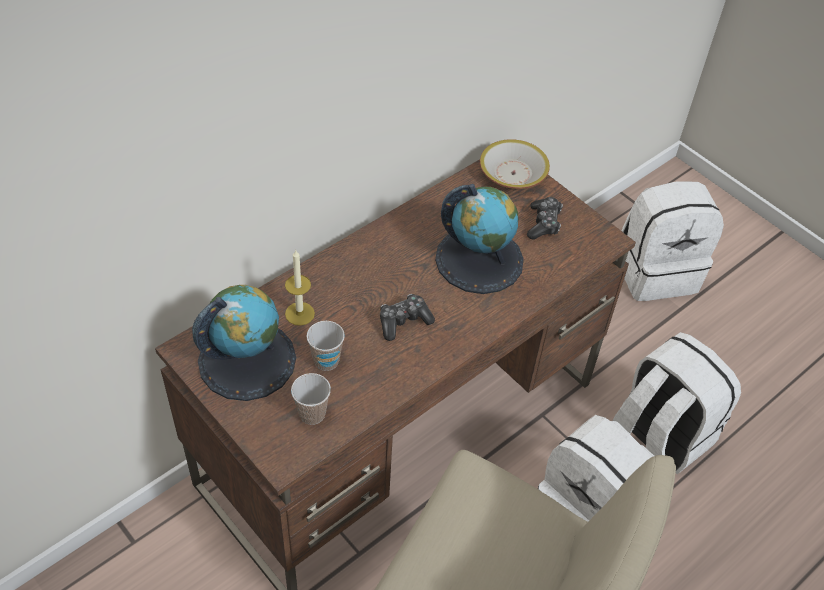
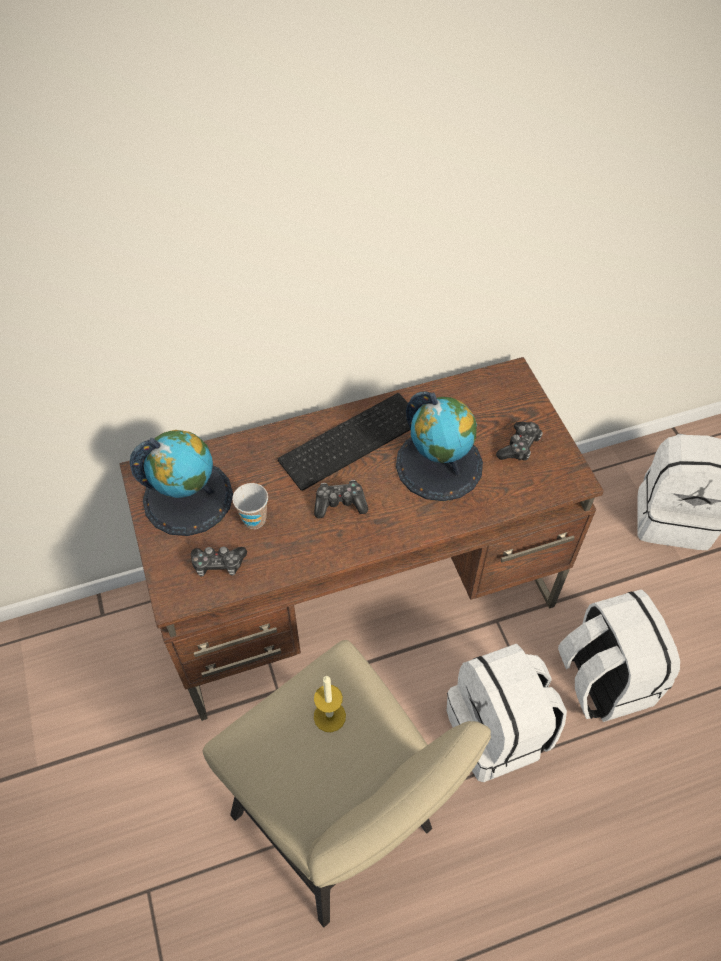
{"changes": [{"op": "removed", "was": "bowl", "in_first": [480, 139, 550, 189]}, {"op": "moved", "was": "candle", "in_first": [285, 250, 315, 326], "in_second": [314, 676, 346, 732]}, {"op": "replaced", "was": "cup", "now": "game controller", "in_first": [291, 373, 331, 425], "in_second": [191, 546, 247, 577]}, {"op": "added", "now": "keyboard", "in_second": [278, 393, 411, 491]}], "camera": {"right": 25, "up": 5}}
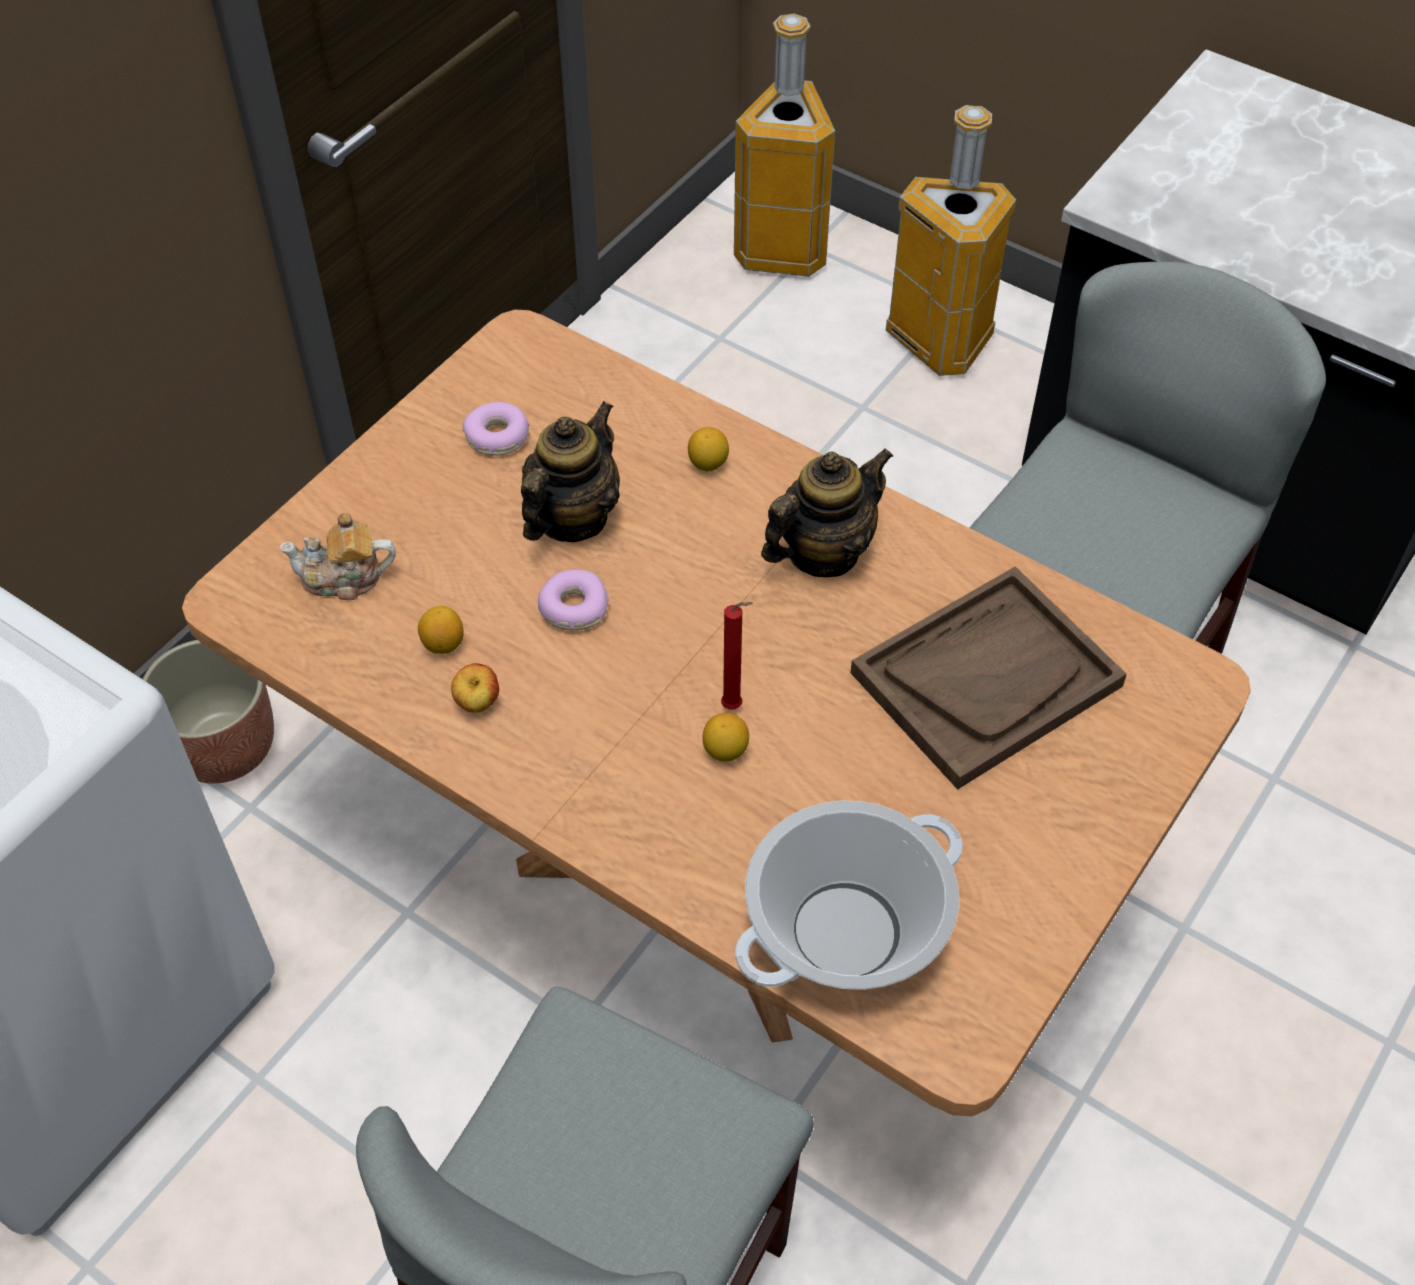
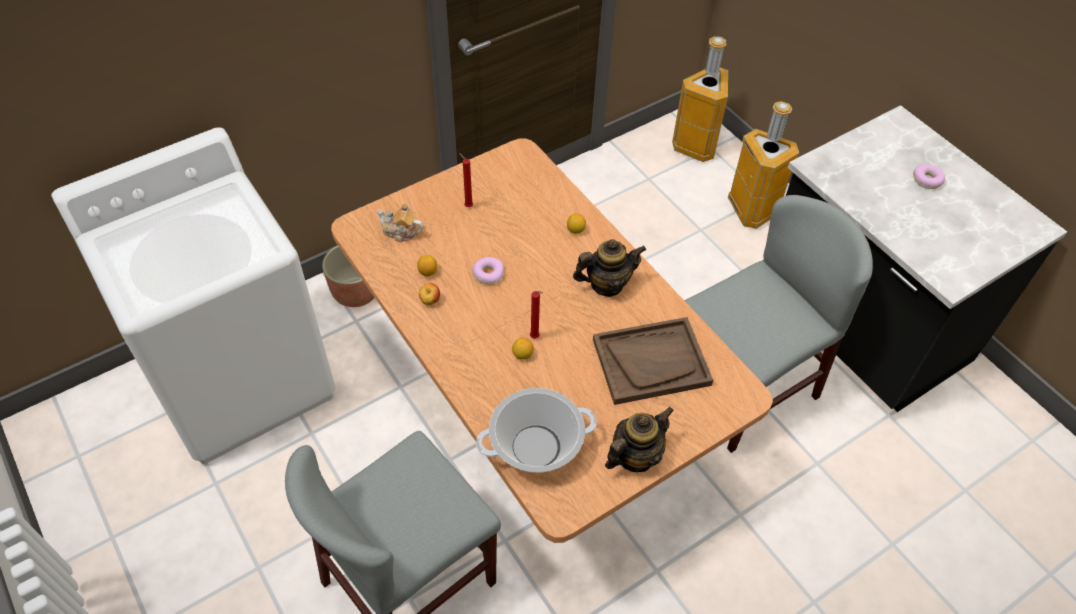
{"changes": [{"op": "moved", "was": "teapot", "in_first": [521, 401, 620, 542], "in_second": [605, 407, 674, 472]}, {"op": "moved", "was": "donut", "in_first": [463, 402, 529, 456], "in_second": [913, 164, 945, 189]}, {"op": "added", "now": "red candle", "in_second": [459, 153, 473, 207]}], "camera": {"right": 20, "up": 0}}
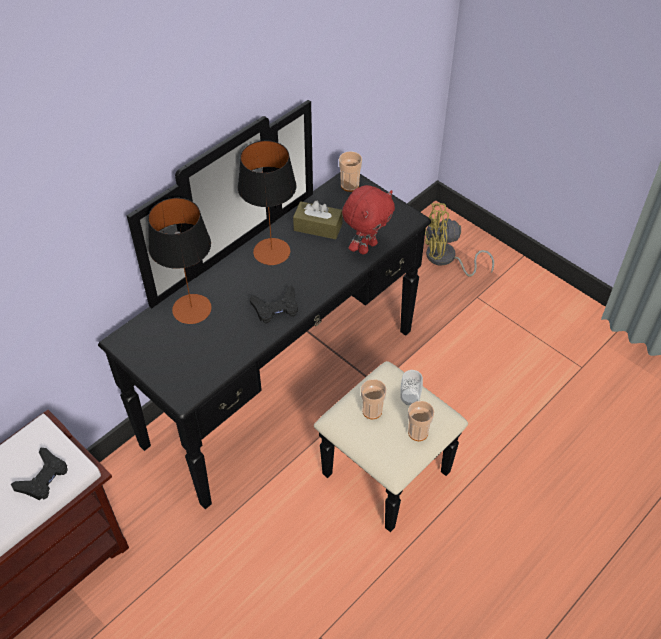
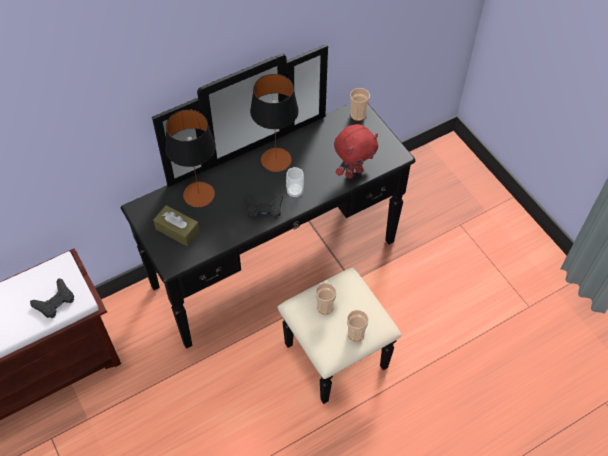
{"changes": [{"op": "moved", "was": "brown tissue box", "in_first": [293, 201, 343, 239], "in_second": [153, 205, 200, 247]}, {"op": "removed", "was": "yellow fan", "in_first": [425, 203, 494, 277]}, {"op": "moved", "was": "cup", "in_first": [400, 370, 423, 405], "in_second": [286, 167, 304, 198]}], "camera": {"right": 15, "up": 5}}
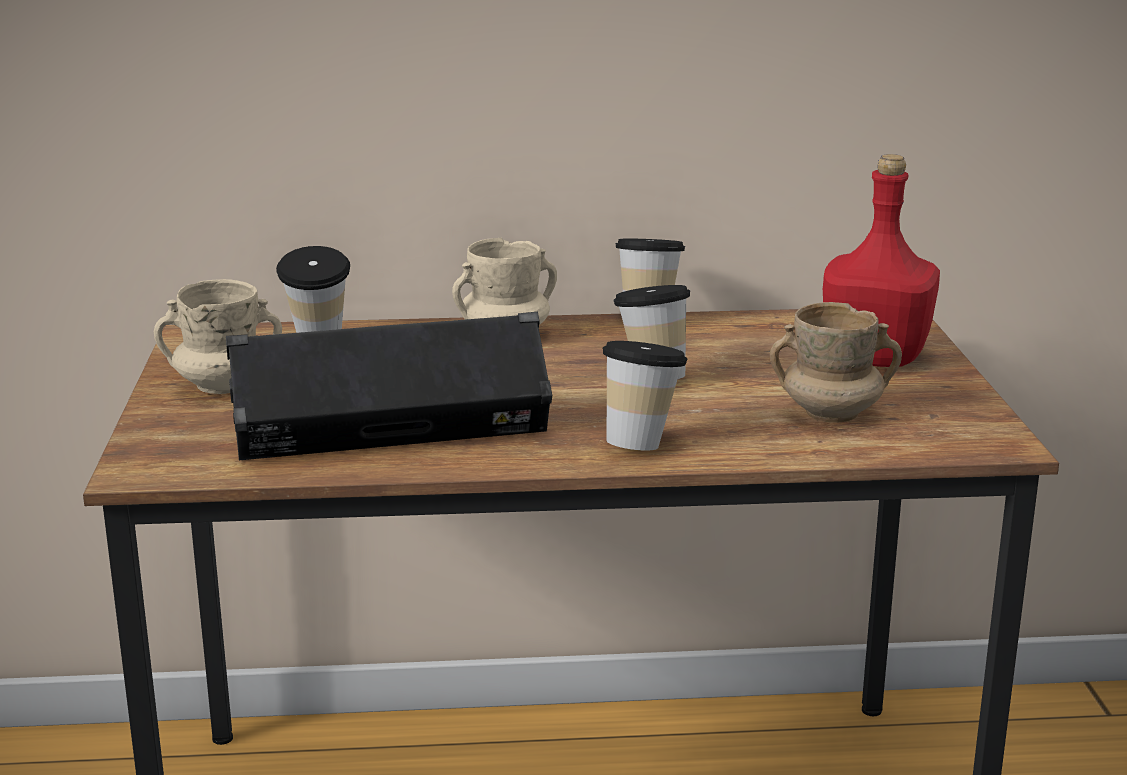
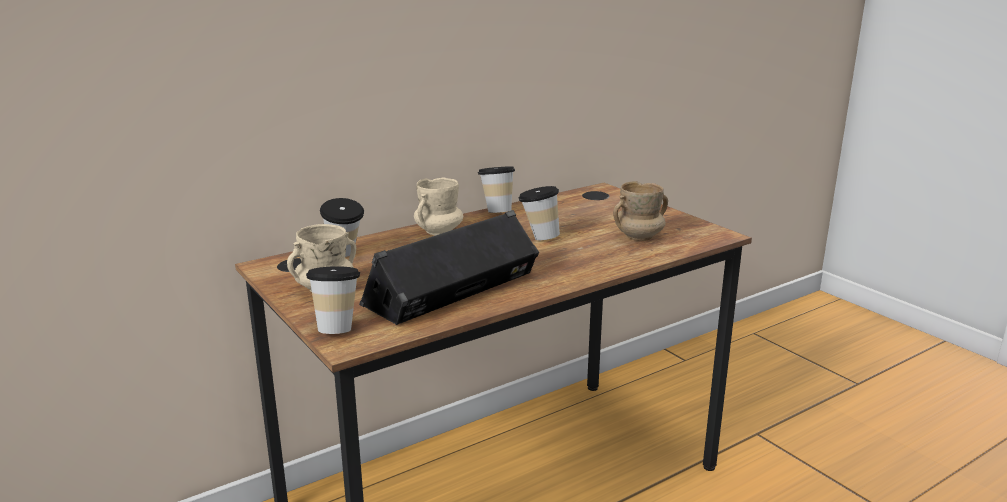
{"changes": [{"op": "removed", "was": "red bottle", "in_first": [823, 154, 940, 367]}, {"op": "moved", "was": "cup", "in_first": [603, 341, 687, 451], "in_second": [306, 266, 360, 334]}], "camera": {"right": -30, "up": 0}}
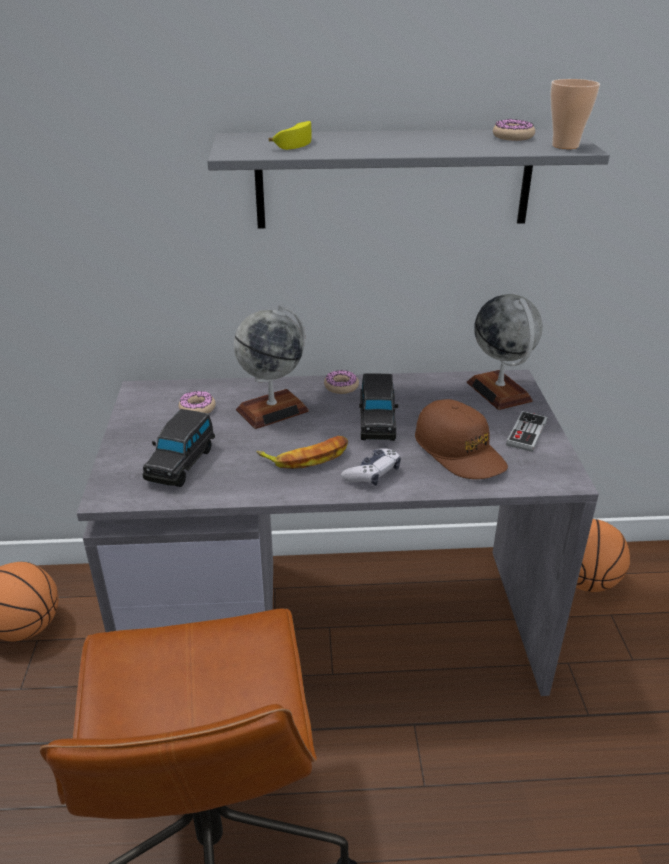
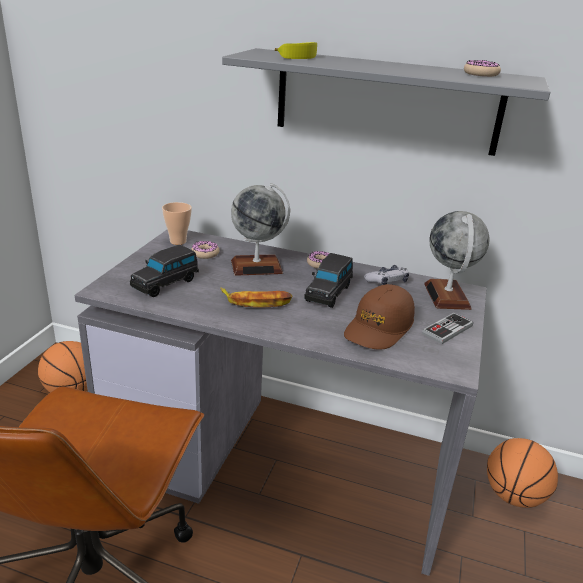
{"changes": [{"op": "moved", "was": "cup", "in_first": [550, 79, 600, 149], "in_second": [162, 202, 192, 245]}, {"op": "turned", "was": "brown cap", "in_first": [415, 399, 508, 479], "in_second": [344, 284, 415, 350], "clockwise": 45}, {"op": "moved", "was": "game controller", "in_first": [341, 448, 401, 486], "in_second": [364, 265, 409, 285]}], "camera": {"right": 20, "up": -5}}
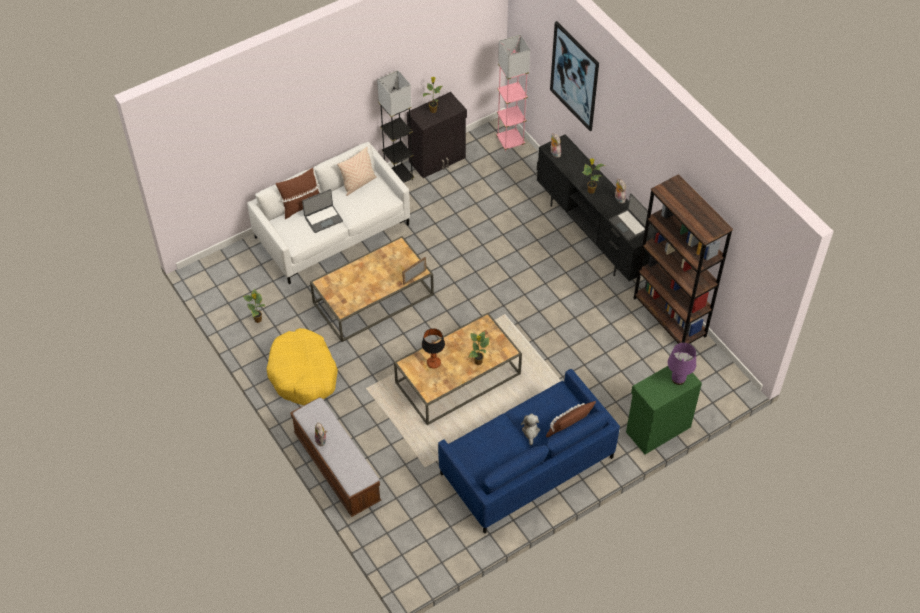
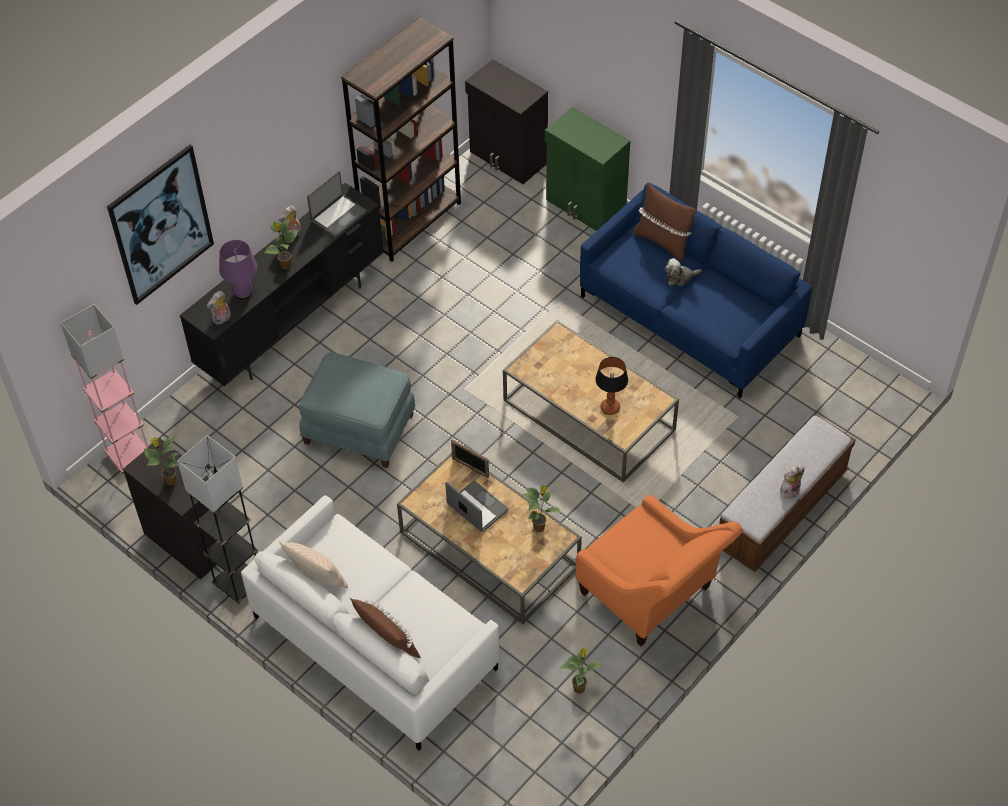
{"changes": [{"op": "moved", "was": "laptop", "in_first": [302, 189, 343, 233], "in_second": [445, 481, 508, 532]}, {"op": "replaced", "was": "yellow dog bed", "now": "orange armchair", "in_first": [267, 328, 338, 405], "in_second": [576, 495, 743, 646]}, {"op": "moved", "was": "potted plant", "in_first": [469, 331, 489, 365], "in_second": [522, 485, 562, 532]}, {"op": "moved", "was": "purple table lamp", "in_first": [668, 343, 696, 385], "in_second": [219, 240, 257, 300]}, {"op": "added", "now": "black cabinet", "in_second": [465, 59, 548, 184]}, {"op": "added", "now": "blue ottoman", "in_second": [299, 352, 416, 468]}], "camera": {"right": -105, "up": 0}}
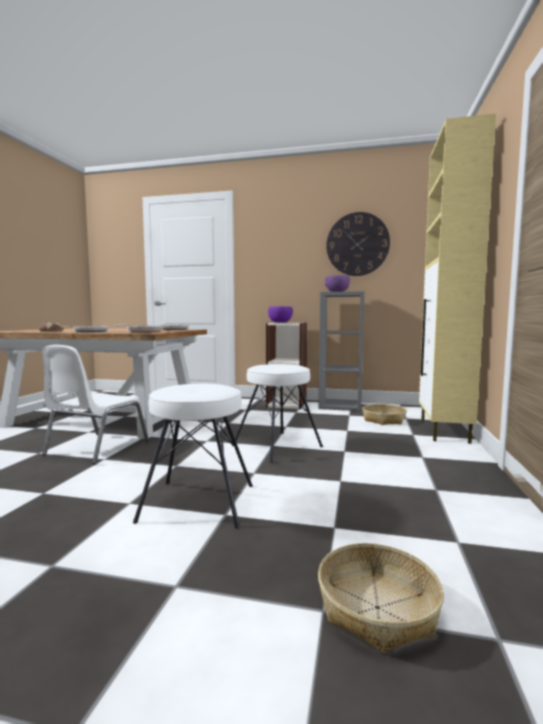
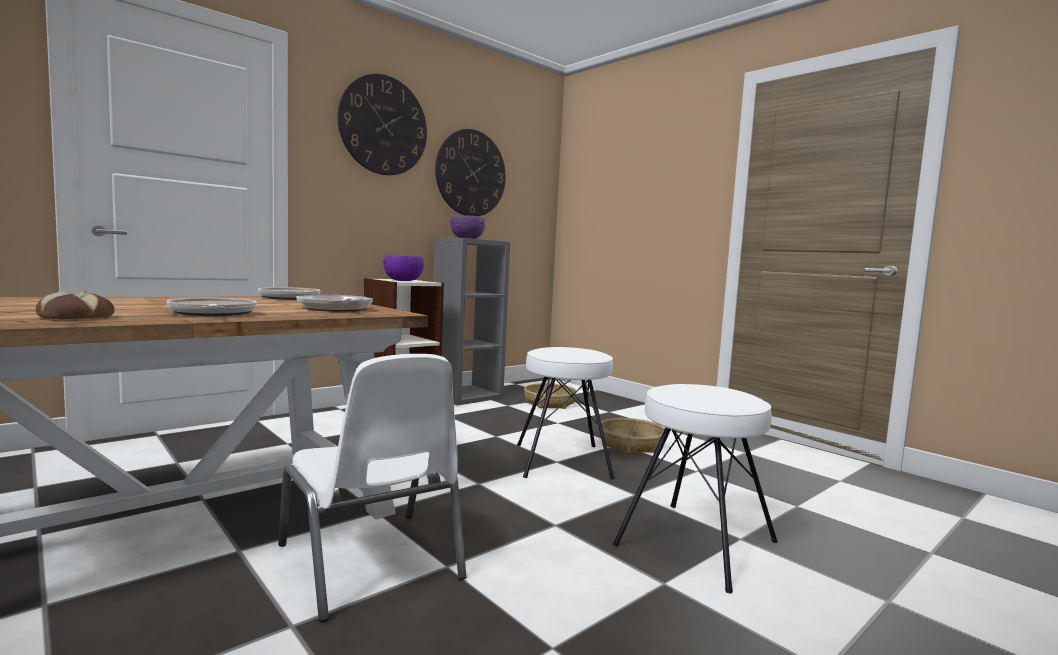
{"changes": [{"op": "removed", "was": "beige cabinet", "in_first": [419, 114, 496, 444]}, {"op": "moved", "was": "basket", "in_first": [318, 543, 444, 654], "in_second": [601, 418, 665, 454]}, {"op": "added", "now": "wall clock", "in_second": [337, 74, 427, 175]}], "camera": {"right": -55, "up": 0}}
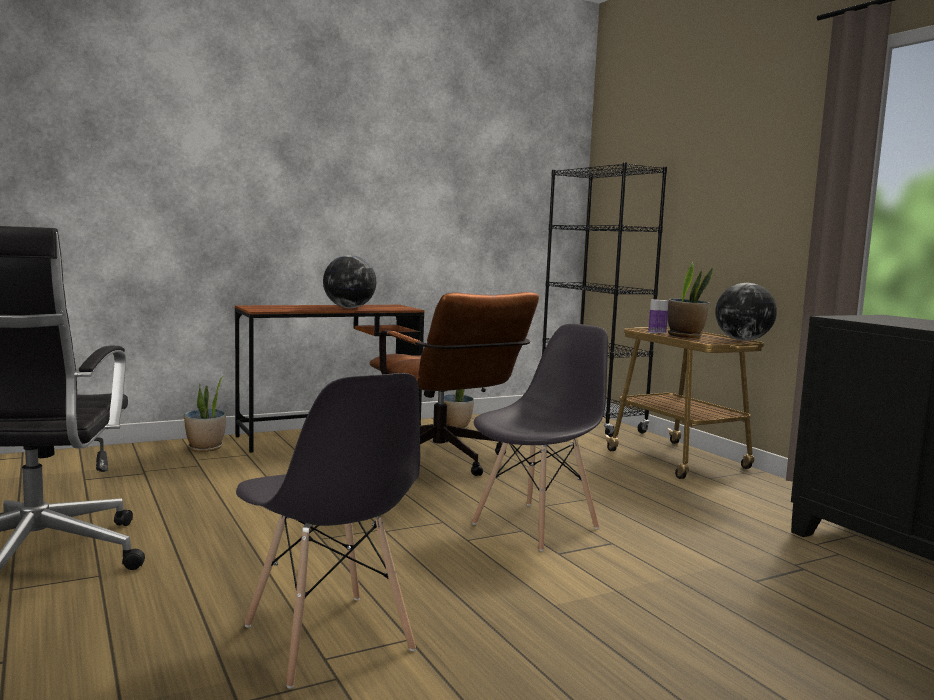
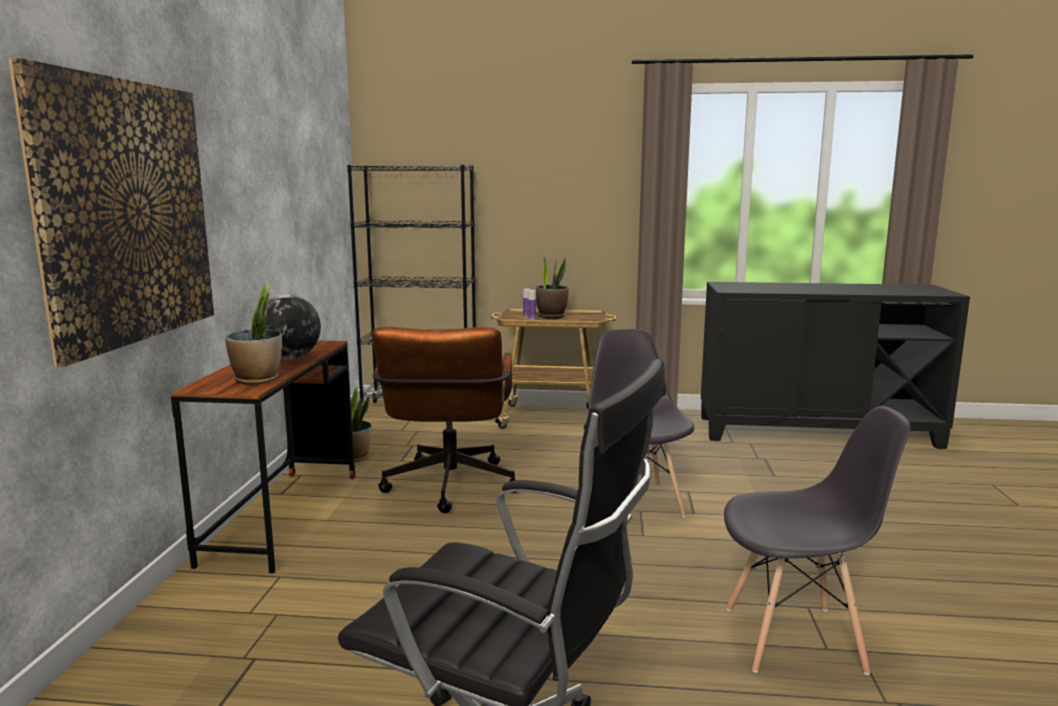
{"changes": [{"op": "removed", "was": "globe", "in_first": [715, 283, 777, 341]}, {"op": "turned", "was": "brown office chair", "in_first": [369, 292, 539, 476], "in_second": [372, 327, 517, 513], "clockwise": 90}, {"op": "moved", "was": "potted plant", "in_first": [184, 376, 226, 452], "in_second": [225, 281, 282, 385]}, {"op": "added", "now": "picture", "in_second": [8, 58, 214, 367]}], "camera": {"right": -55, "up": 5}}
